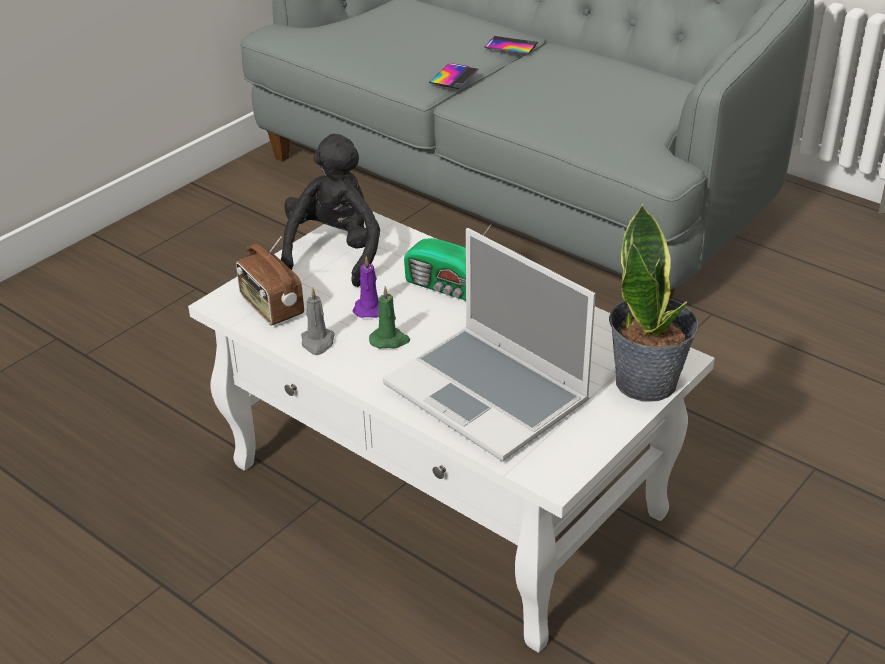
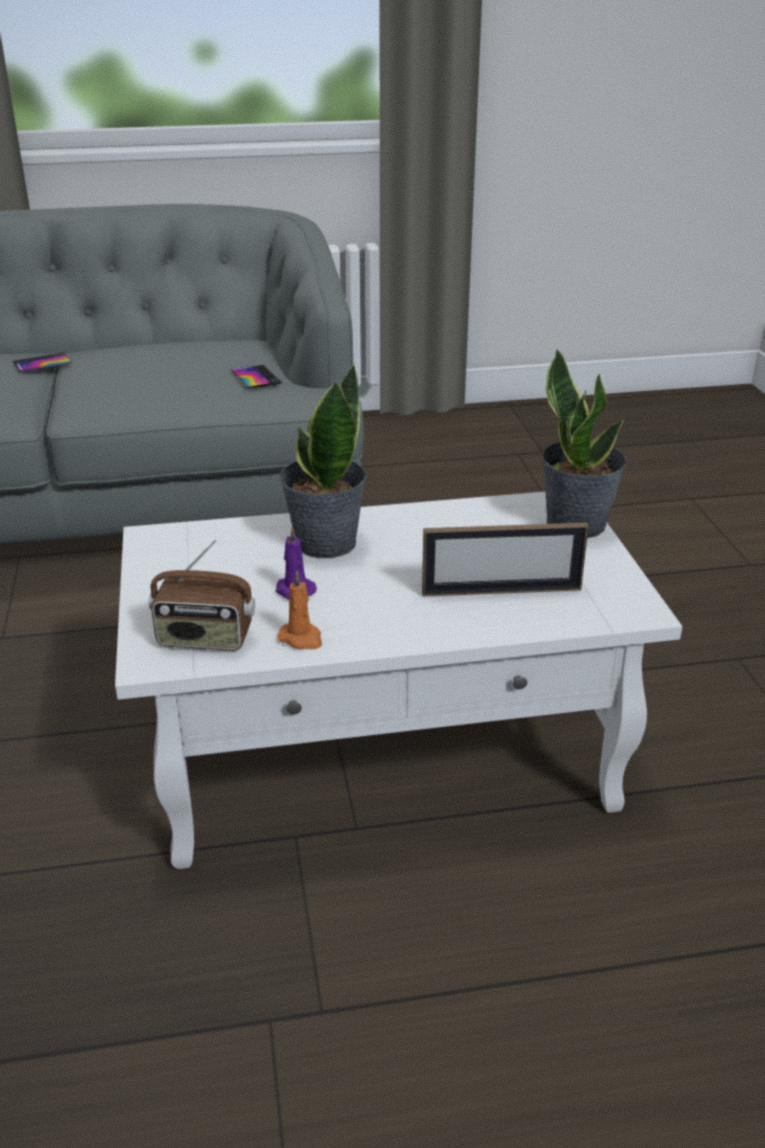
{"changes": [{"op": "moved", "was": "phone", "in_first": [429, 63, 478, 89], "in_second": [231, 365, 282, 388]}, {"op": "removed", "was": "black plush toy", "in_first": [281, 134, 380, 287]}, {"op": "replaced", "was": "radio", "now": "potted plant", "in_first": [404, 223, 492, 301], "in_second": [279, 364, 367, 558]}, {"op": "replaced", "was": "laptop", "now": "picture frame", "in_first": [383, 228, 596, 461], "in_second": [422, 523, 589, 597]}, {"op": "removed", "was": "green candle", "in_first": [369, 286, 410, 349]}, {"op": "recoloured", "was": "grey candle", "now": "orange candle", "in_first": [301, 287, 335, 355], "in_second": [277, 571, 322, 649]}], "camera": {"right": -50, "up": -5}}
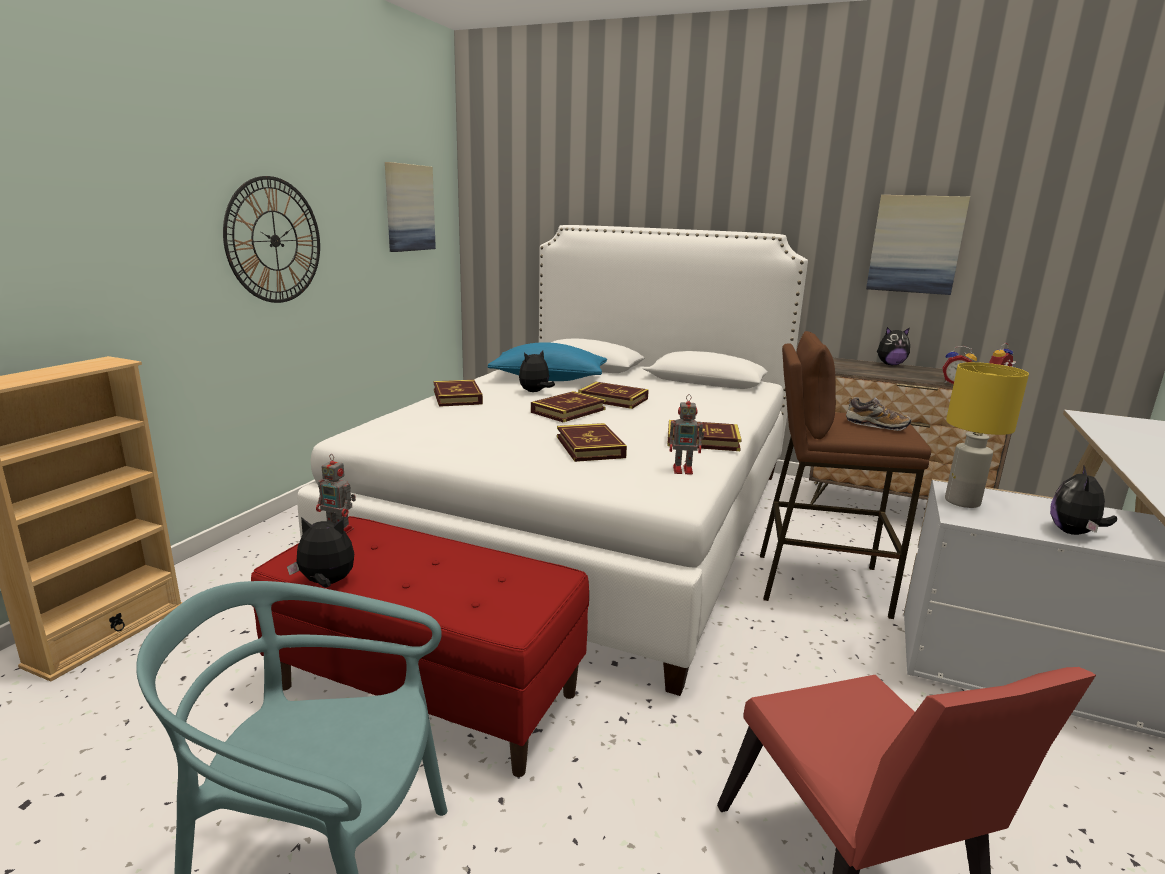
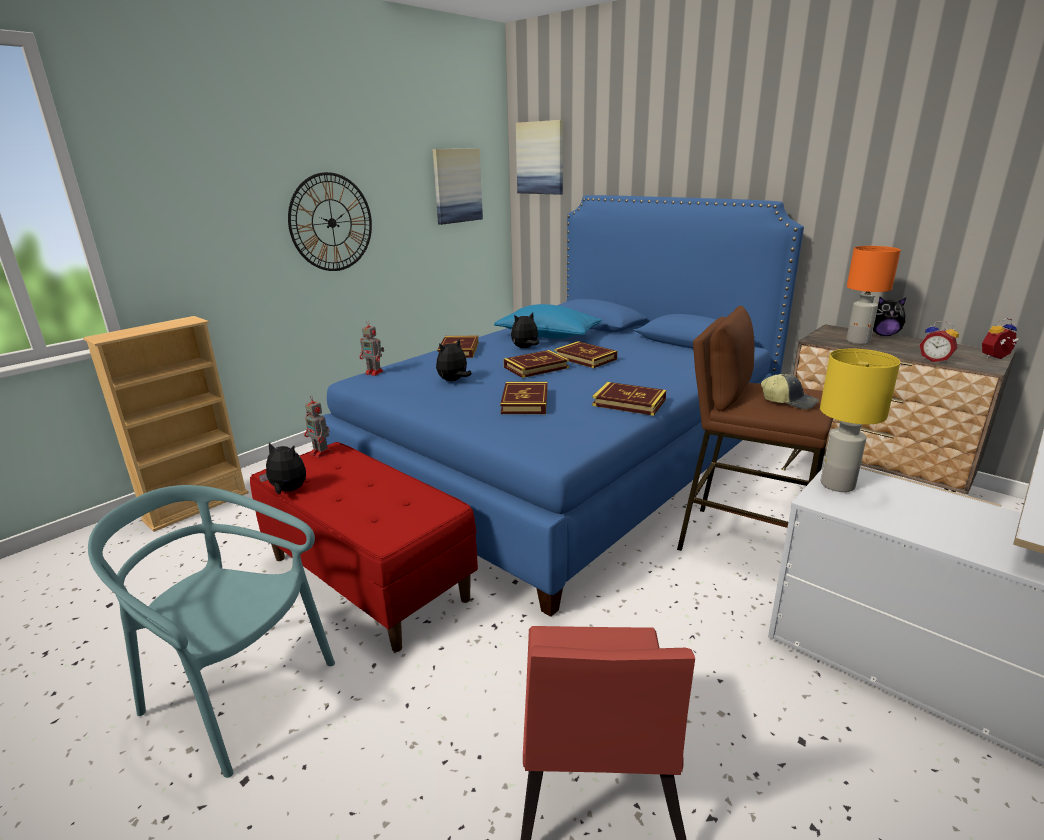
{"changes": [{"op": "moved", "was": "picture", "in_first": [866, 195, 970, 295], "in_second": [516, 120, 563, 195]}, {"op": "recoloured", "was": "white bed", "now": "blue bed", "in_first": [297, 225, 808, 696], "in_second": [322, 195, 804, 617]}, {"op": "moved", "was": "toy robot", "in_first": [669, 394, 704, 475], "in_second": [360, 320, 384, 376]}, {"op": "replaced", "was": "shoe", "now": "cap", "in_first": [846, 397, 911, 431], "in_second": [761, 374, 819, 409]}, {"op": "moved", "was": "plush toy", "in_first": [1050, 466, 1117, 535], "in_second": [436, 339, 472, 381]}, {"op": "added", "now": "orange table lamp", "in_second": [846, 246, 901, 344]}], "camera": {"right": 20, "up": 5}}
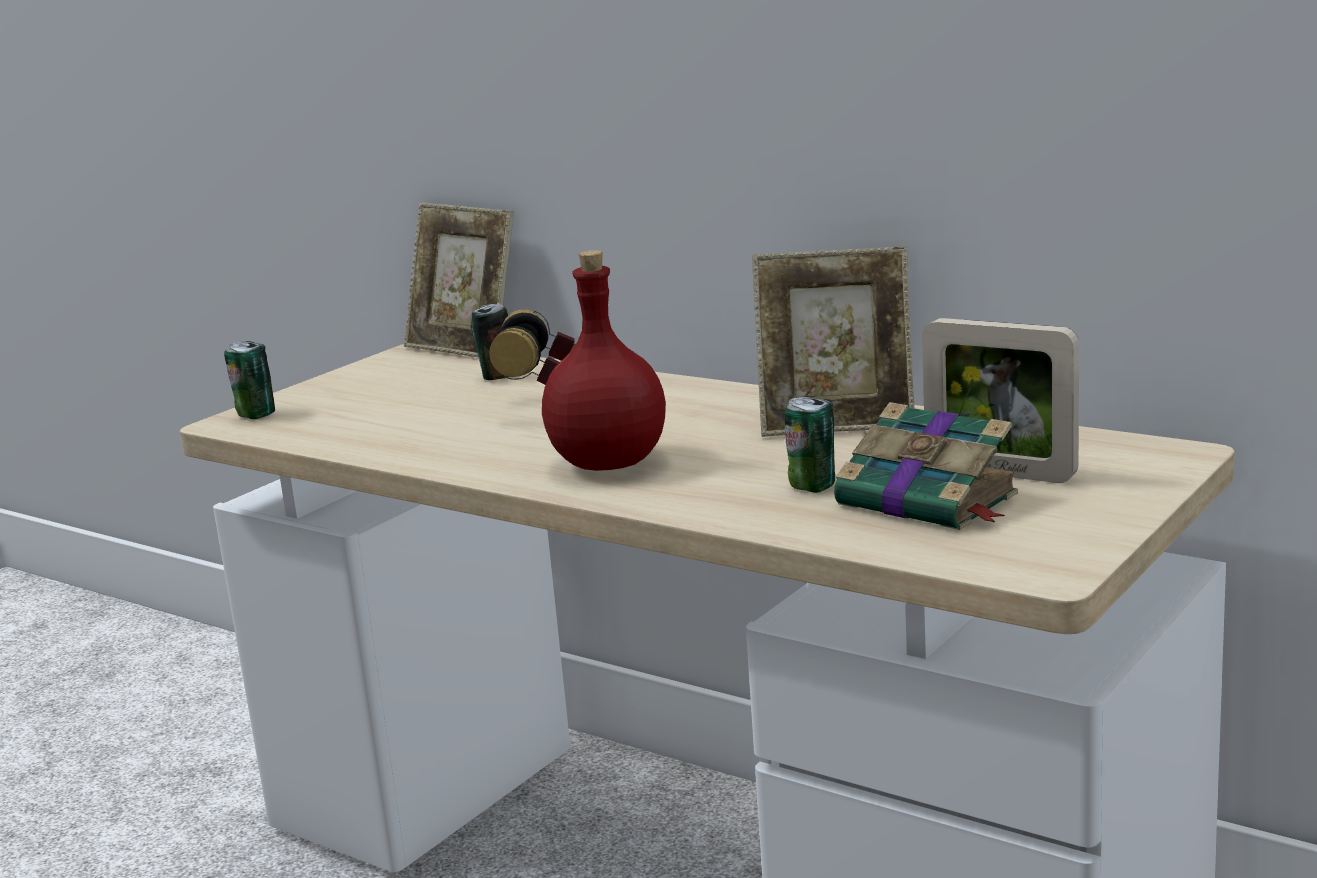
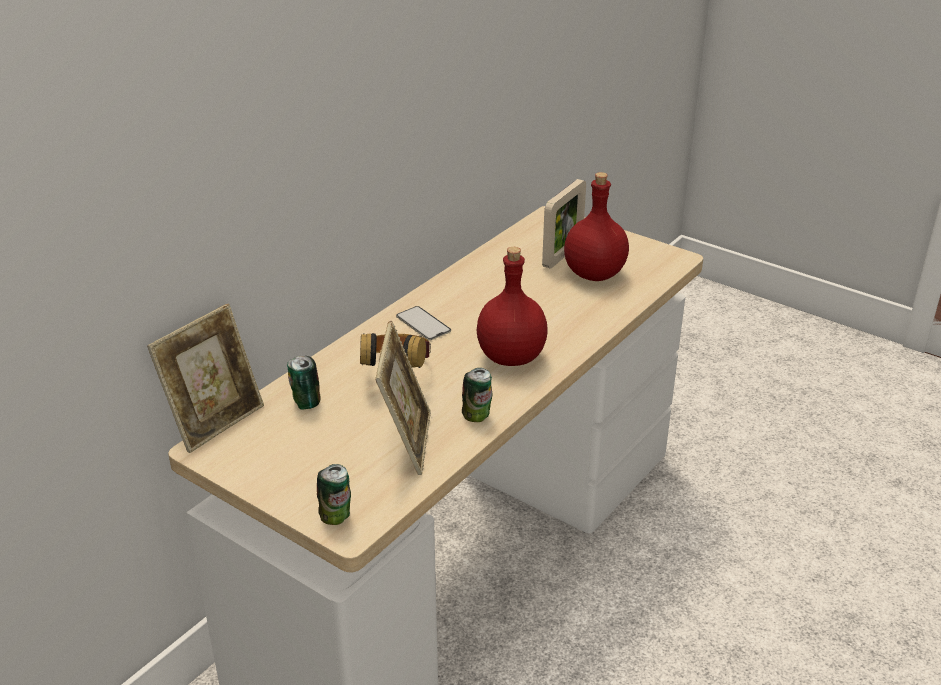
{"changes": [{"op": "moved", "was": "picture frame", "in_first": [752, 247, 915, 437], "in_second": [375, 321, 431, 475]}, {"op": "moved", "was": "can", "in_first": [785, 396, 835, 493], "in_second": [462, 368, 492, 422]}, {"op": "replaced", "was": "book", "now": "red bottle", "in_first": [834, 402, 1018, 530], "in_second": [564, 172, 629, 281]}, {"op": "added", "now": "phone", "in_second": [396, 306, 451, 340]}], "camera": {"right": -90, "up": 15}}
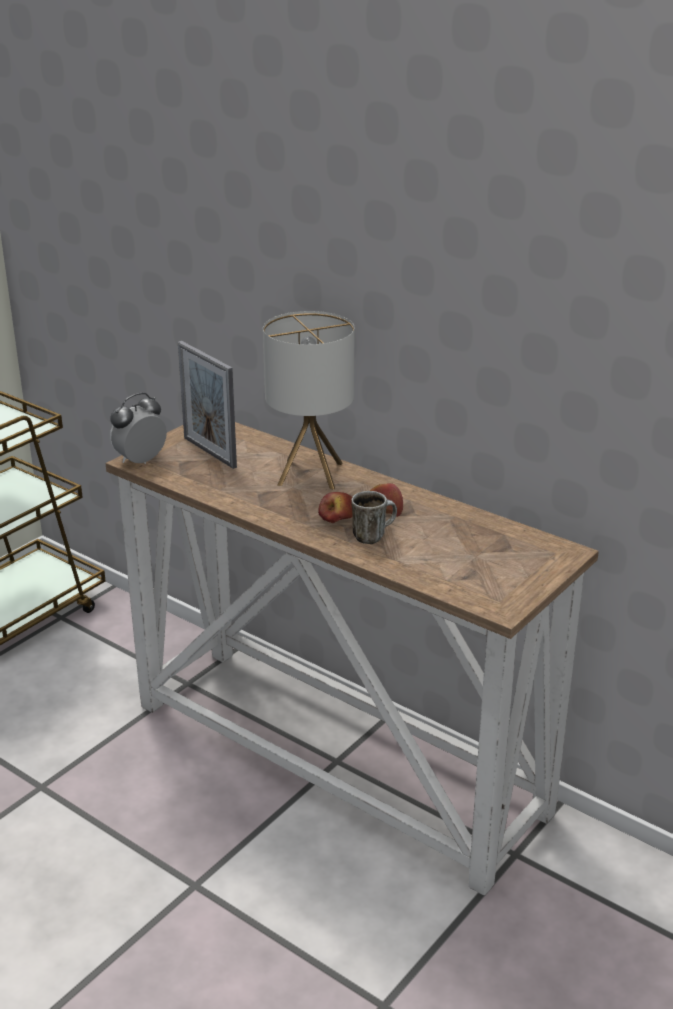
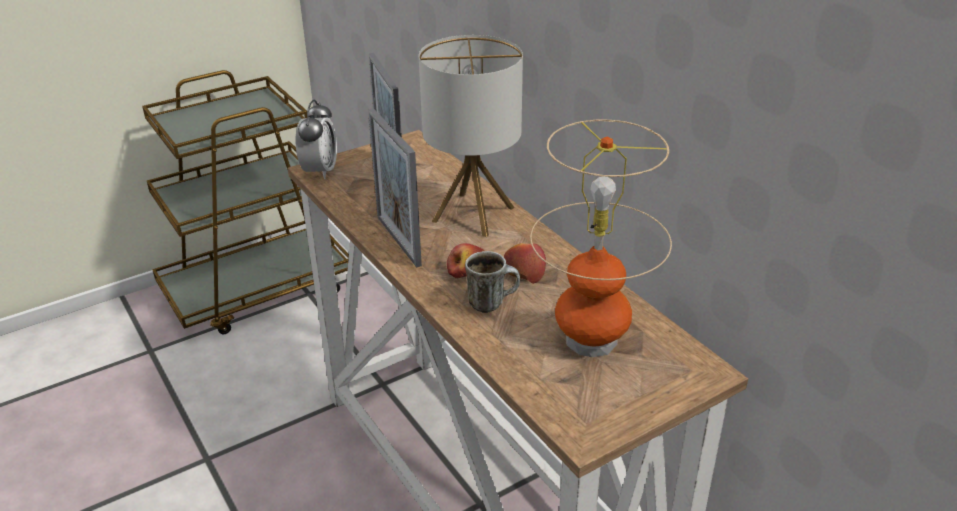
{"changes": [{"op": "turned", "was": "alarm clock", "in_first": [110, 393, 167, 464], "in_second": [296, 100, 337, 179], "clockwise": 120}, {"op": "added", "now": "picture frame", "in_second": [368, 108, 422, 268]}, {"op": "added", "now": "table lamp", "in_second": [530, 119, 672, 357]}], "camera": {"right": 20, "up": 5}}
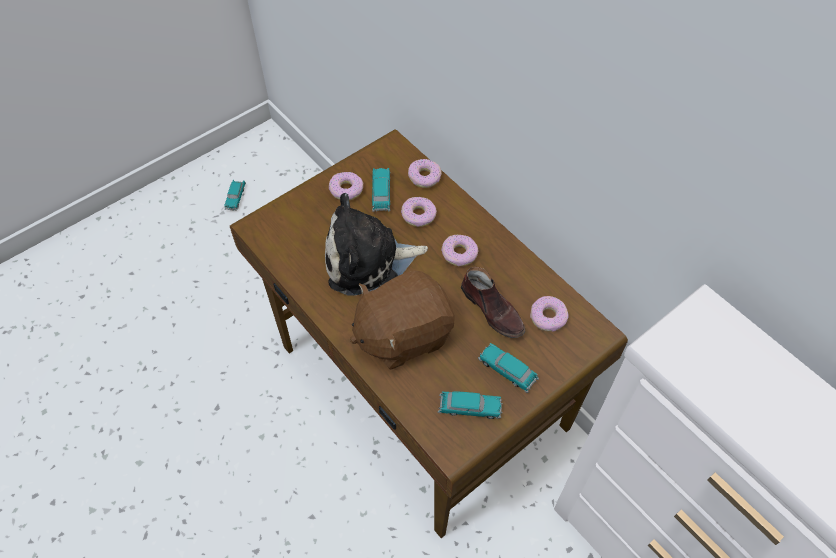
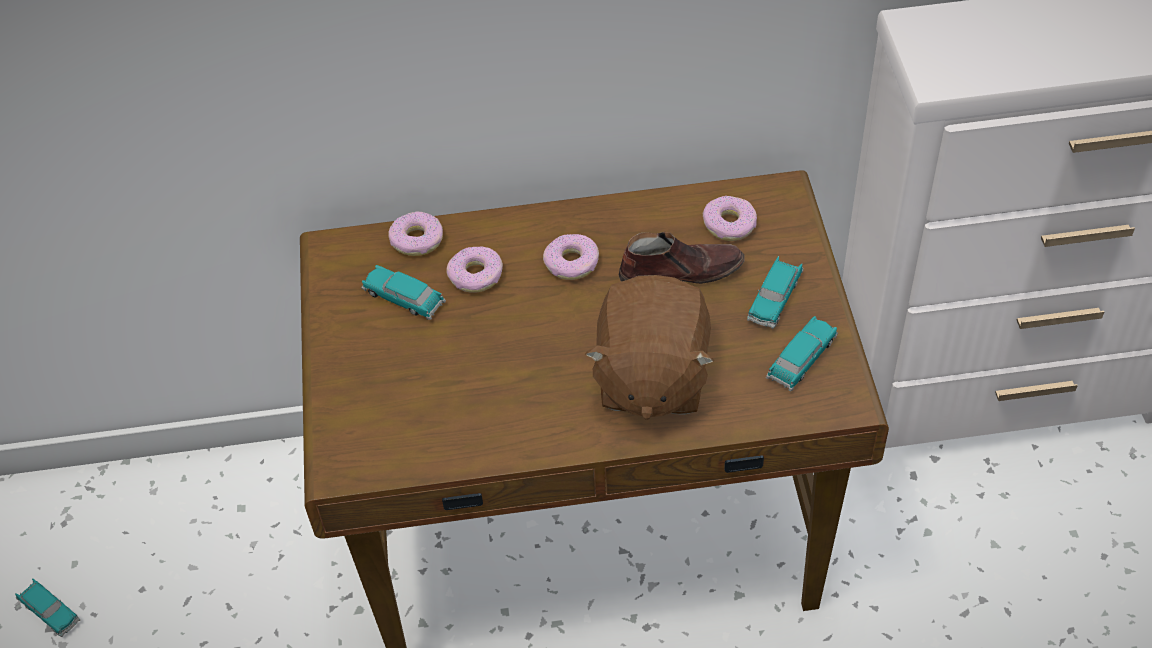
{"changes": [{"op": "removed", "was": "donut", "in_first": [329, 172, 364, 200]}, {"op": "removed", "was": "plush toy", "in_first": [325, 193, 428, 296]}, {"op": "turned", "was": "toy car", "in_first": [478, 343, 539, 393], "in_second": [747, 256, 804, 329], "clockwise": -45}], "camera": {"right": -55, "up": -5}}
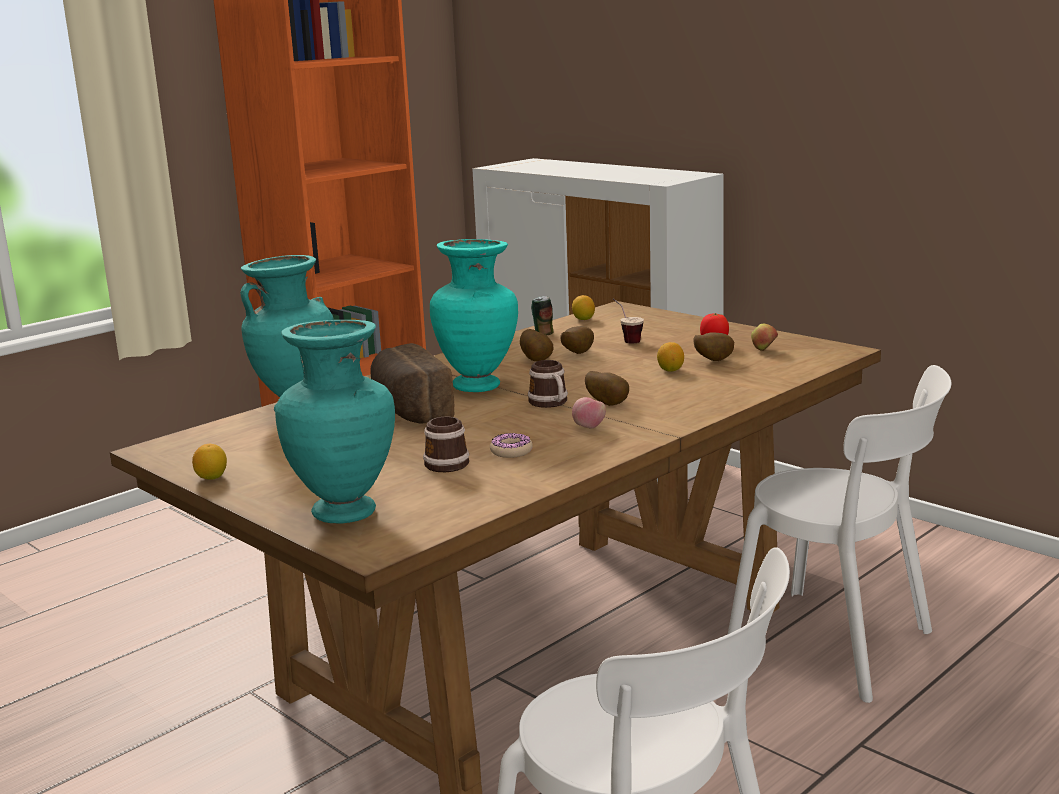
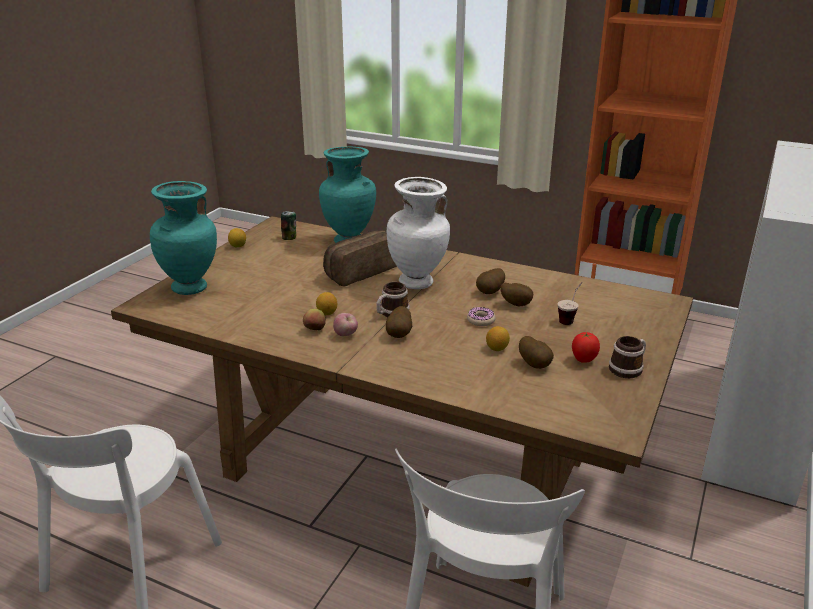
{"changes": [{"op": "recoloured", "was": "turquoise vase", "now": "white vase", "in_first": [430, 239, 518, 392], "in_second": [387, 177, 450, 289]}, {"op": "moved", "was": "lemon", "in_first": [572, 295, 595, 320], "in_second": [316, 292, 337, 315]}, {"op": "moved", "was": "can", "in_first": [531, 296, 554, 335], "in_second": [281, 211, 296, 240]}, {"op": "moved", "was": "apple", "in_first": [751, 324, 778, 351], "in_second": [303, 309, 326, 330]}, {"op": "moved", "was": "mug", "in_first": [423, 417, 469, 472], "in_second": [609, 336, 646, 378]}, {"op": "moved", "was": "donut", "in_first": [490, 433, 533, 458], "in_second": [467, 307, 496, 326]}], "camera": {"right": 70, "up": 10}}
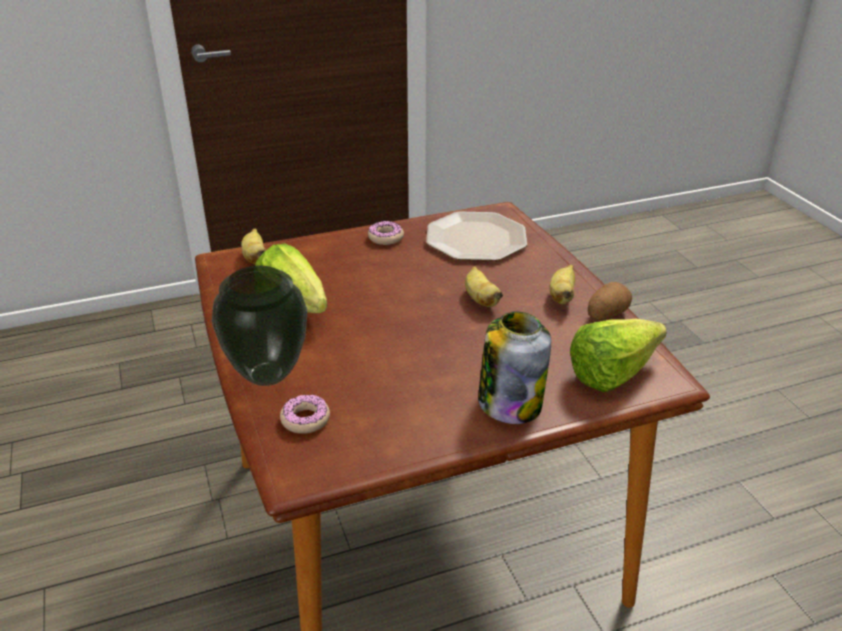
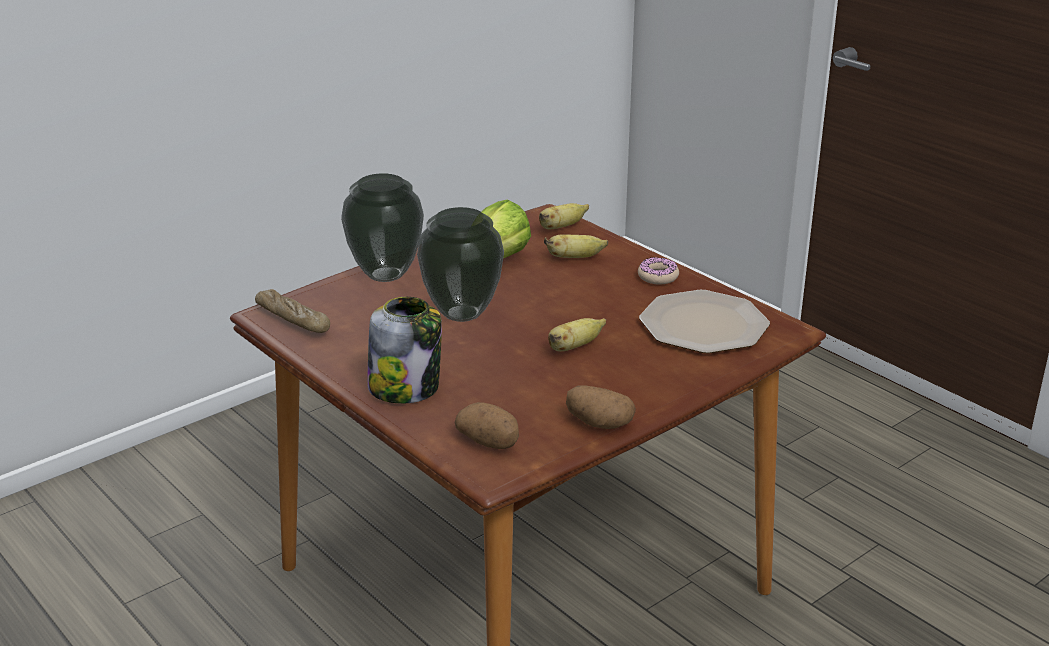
{"changes": [{"op": "moved", "was": "banana", "in_first": [549, 265, 575, 305], "in_second": [544, 234, 608, 258]}, {"op": "replaced", "was": "lettuce", "now": "potato", "in_first": [570, 319, 667, 392], "in_second": [455, 402, 519, 449]}, {"op": "removed", "was": "donut", "in_first": [280, 394, 330, 434]}, {"op": "added", "now": "vase", "in_second": [417, 207, 504, 322]}, {"op": "added", "now": "bread", "in_second": [255, 289, 330, 333]}], "camera": {"right": 70, "up": -5}}
